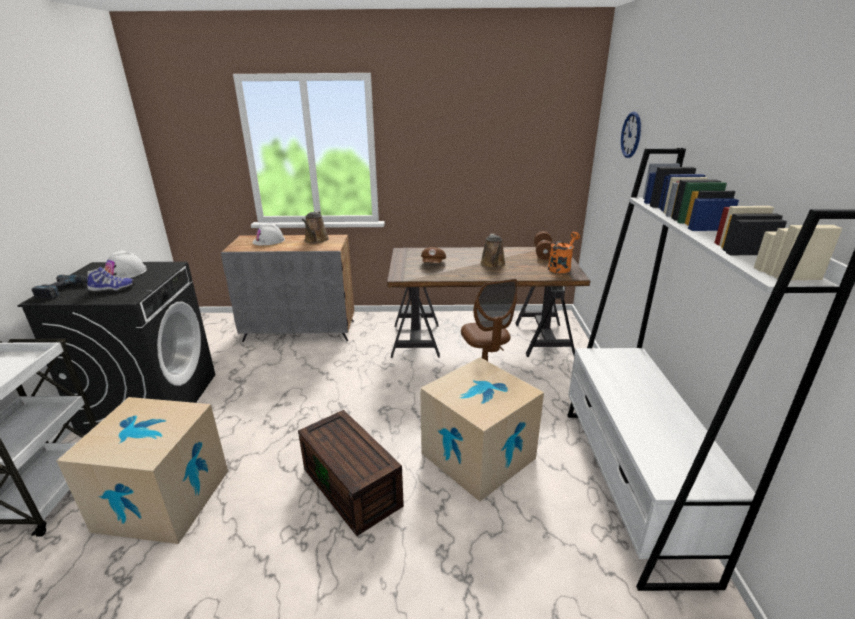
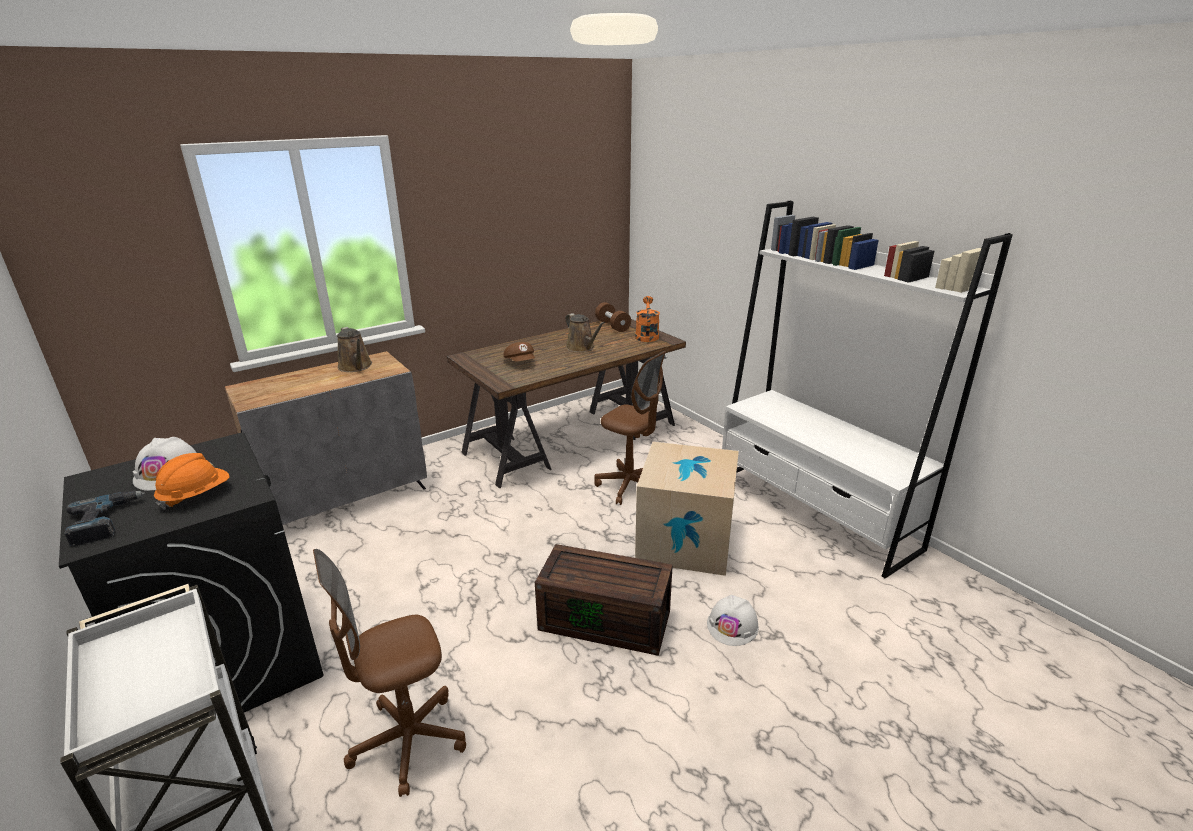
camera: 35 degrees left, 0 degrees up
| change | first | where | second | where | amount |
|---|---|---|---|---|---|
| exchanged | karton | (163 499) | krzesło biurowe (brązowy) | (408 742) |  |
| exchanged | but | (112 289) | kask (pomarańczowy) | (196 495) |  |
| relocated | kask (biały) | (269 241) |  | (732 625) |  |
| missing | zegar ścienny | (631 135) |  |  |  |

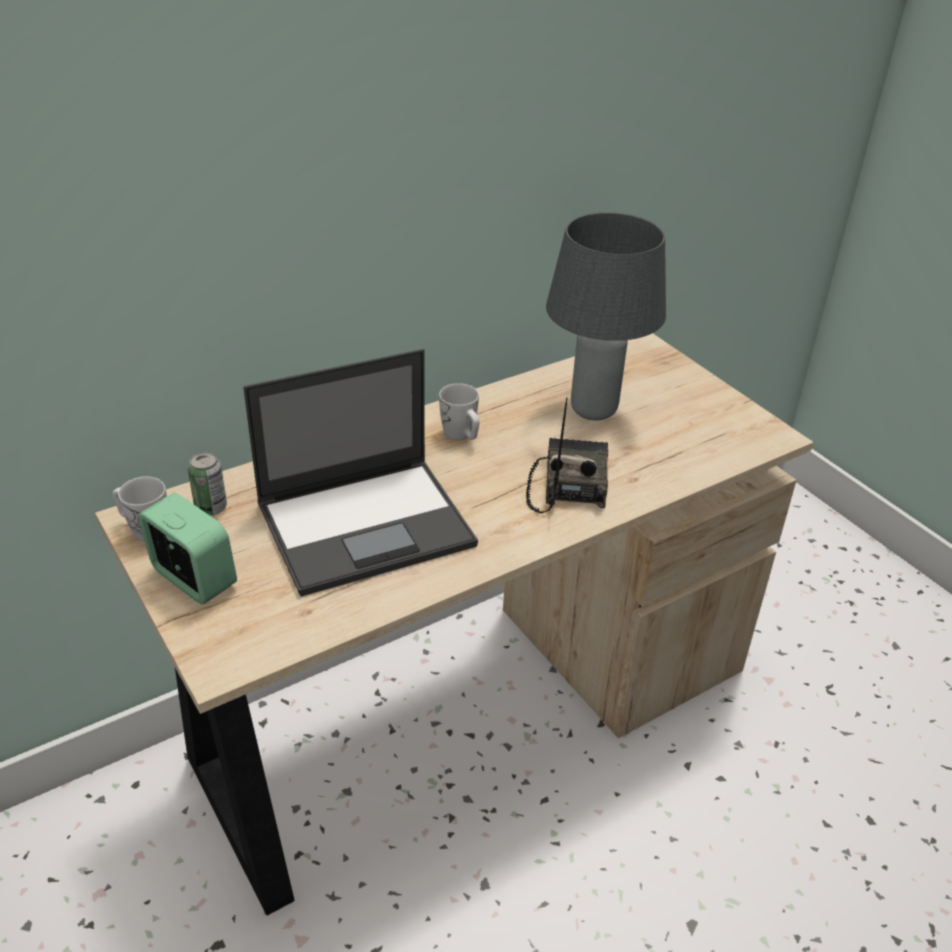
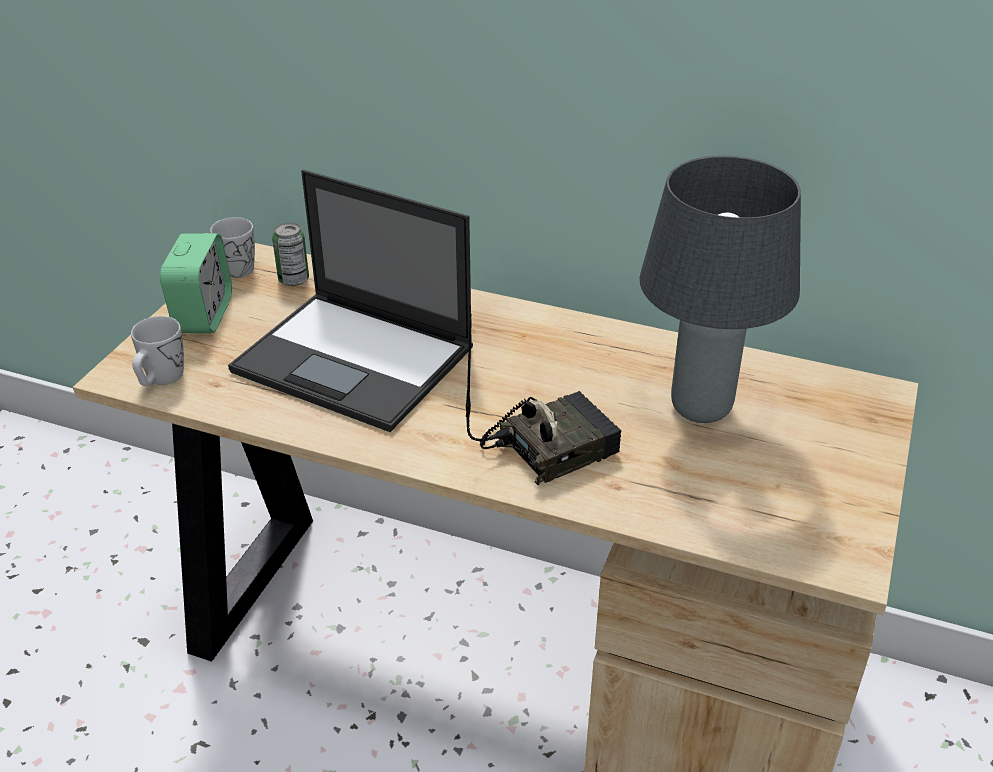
camera: 55 degrees right, 0 degrees up
| change | first | where | second | where | amount |
|---|---|---|---|---|---|
| relocated | kubek (biały) | (461 436) |  | (161 379) |  |

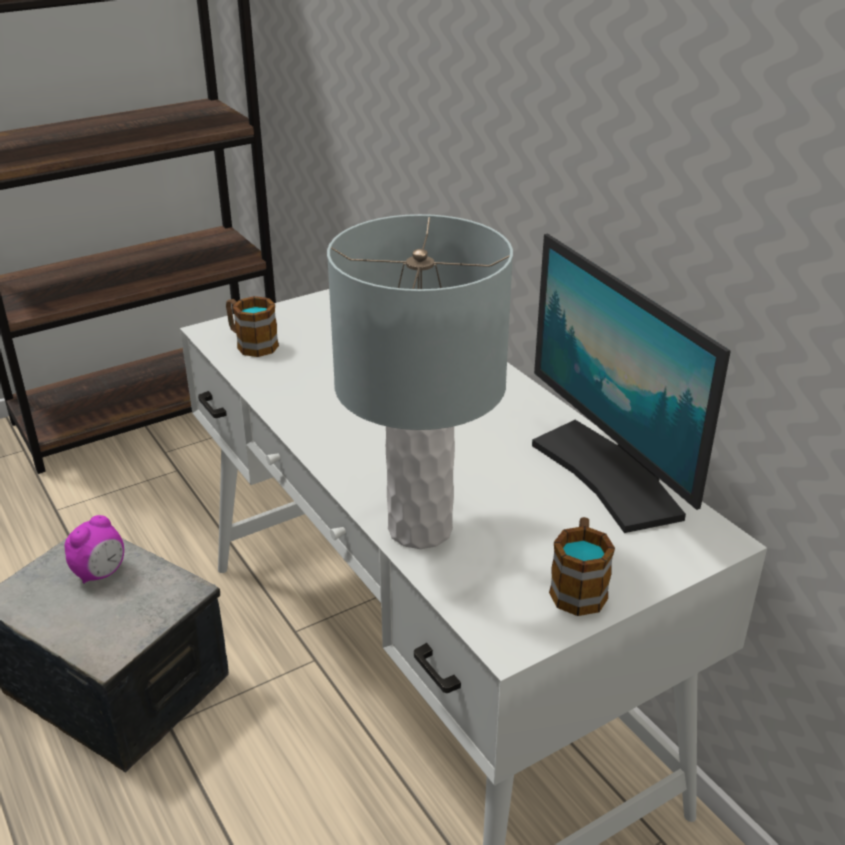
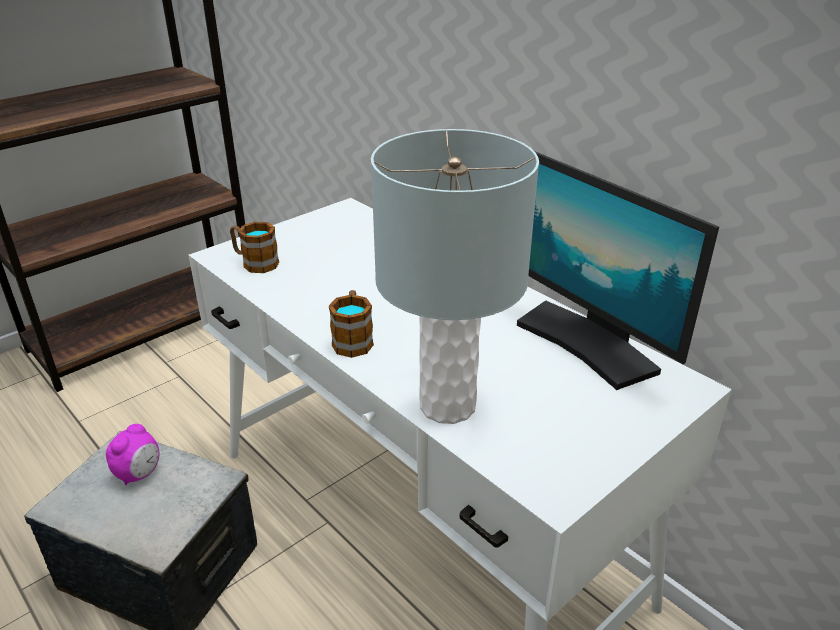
camera: 10 degrees left, 0 degrees up
| change | first | where | second | where | amount |
|---|---|---|---|---|---|
| relocated | kubek | (578 586) |  | (353 339) |  |

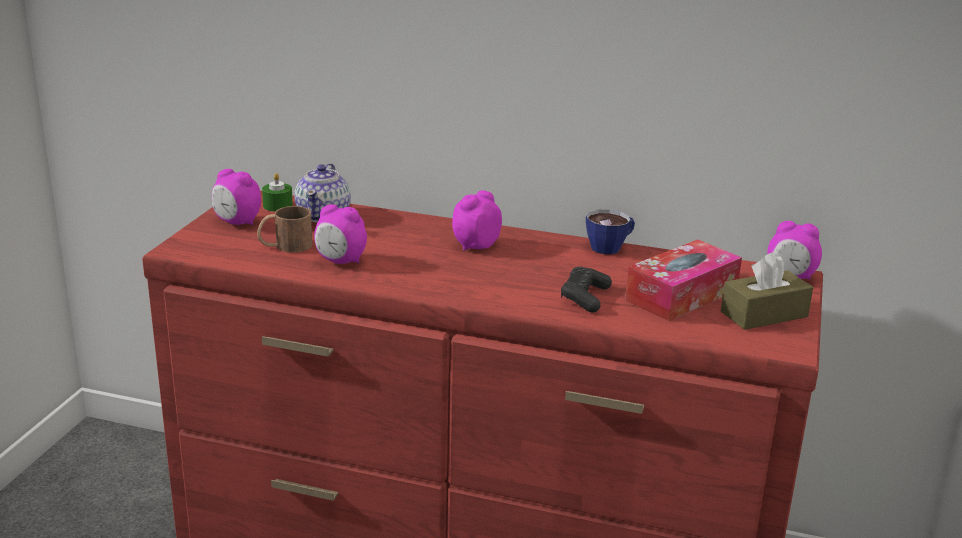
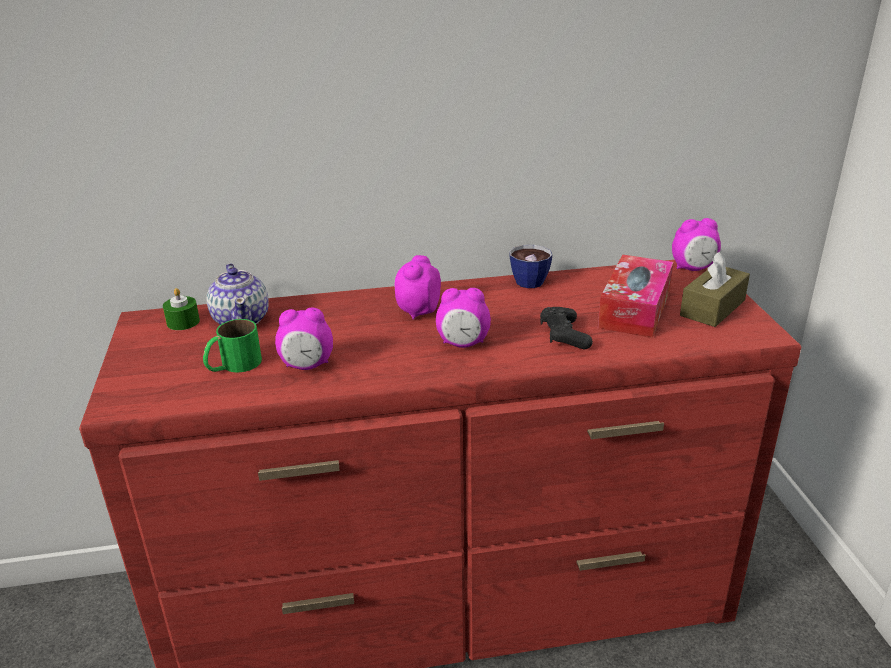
camera: 25 degrees left, 5 degrees up
| change | first | where | second | where | amount |
|---|---|---|---|---|---|
| relocated | budzik | (237 222) |  | (463 344) |  |
| colour | kubek (brązowy) | (285 246) | kubek (zielony) | (233 365) |  |

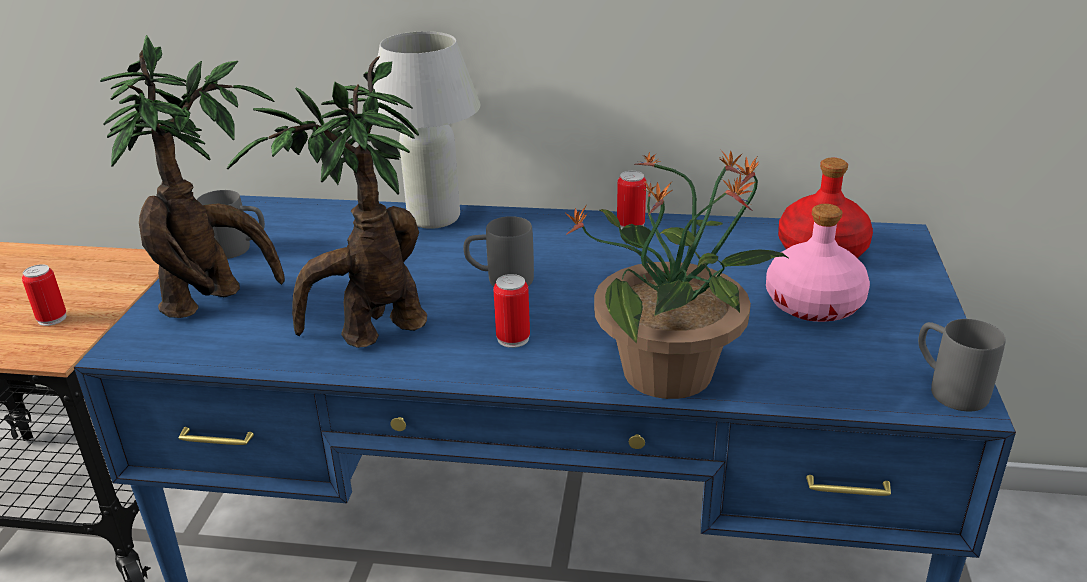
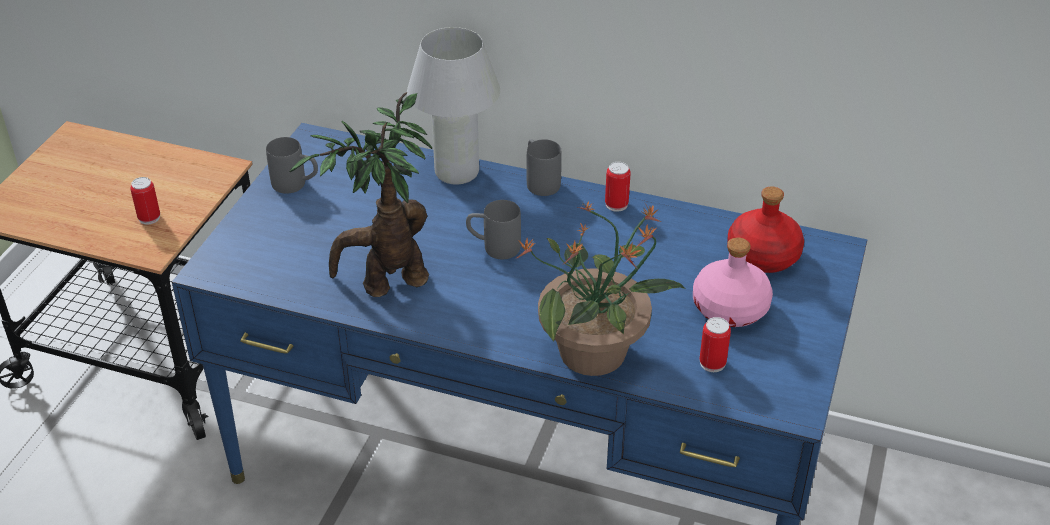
camera: 10 degrees right, 10 degrees up
| change | first | where | second | where | amount |
|---|---|---|---|---|---|
| missing | roślina doniczkowa | (214 299) |  |  |  |
| relocated | puszka | (513 338) |  | (712 363) |  |
| relocated | kubek (szary) | (947 388) |  | (540 181) |  |

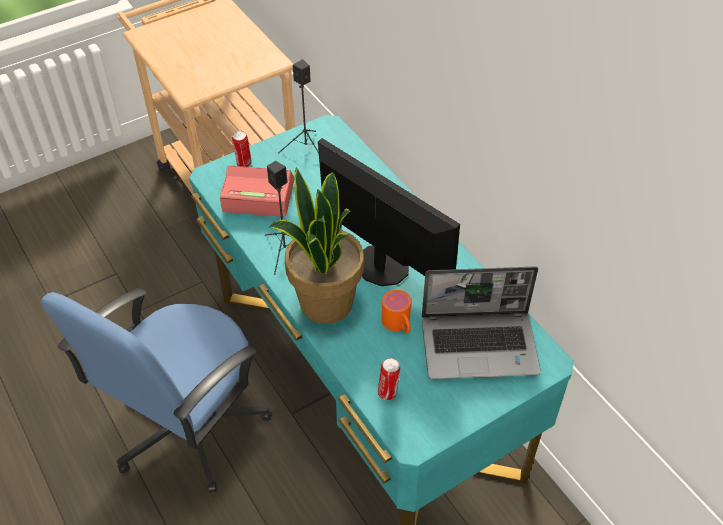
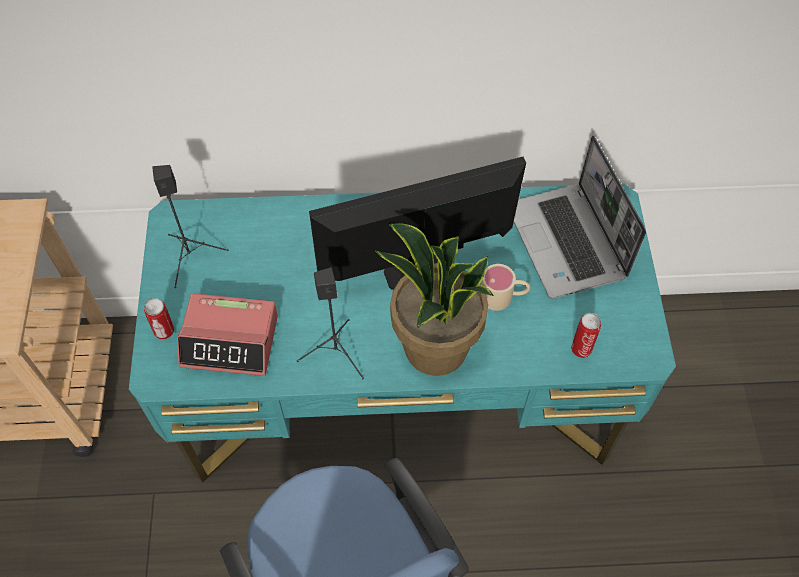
camera: 60 degrees left, 10 degrees up
| change | first | where | second | where | amount |
|---|---|---|---|---|---|
| spun | budzik | (258 196) |  | (230 341) | 120 degrees counterclockwise |
| colour | kubek (pomarańczowy) | (398 324) | kubek (beżowy) | (503 296) |  |
| spun | laptop | (480 345) |  | (568 243) | 135 degrees clockwise |

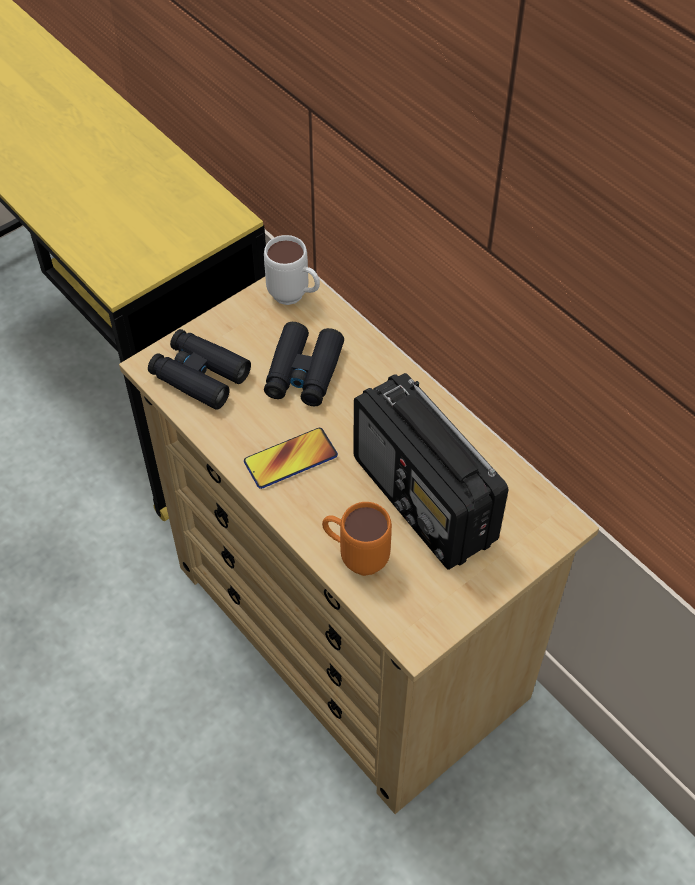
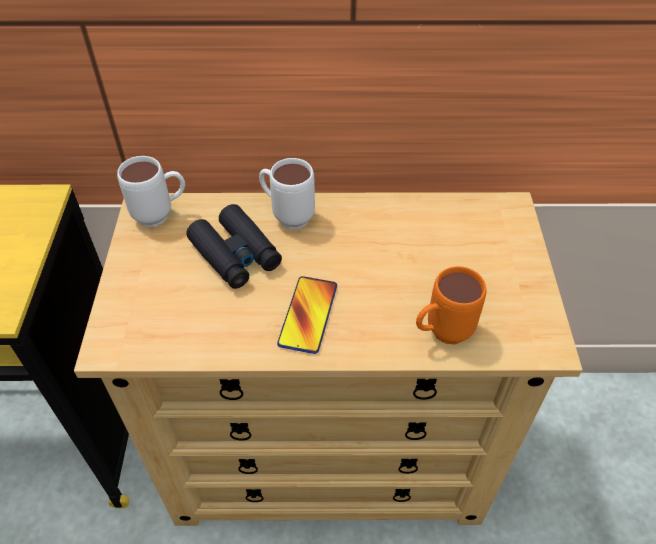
camera: 50 degrees left, 5 degrees down
| change | first | where | second | where | amount |
|---|---|---|---|---|---|
| missing | lornetka (czarny) | (199 375) |  |  |  |
| missing | radio | (424 501) |  |  |  |
| appeared |  |  | kubek (biały) | (287 216) |  |

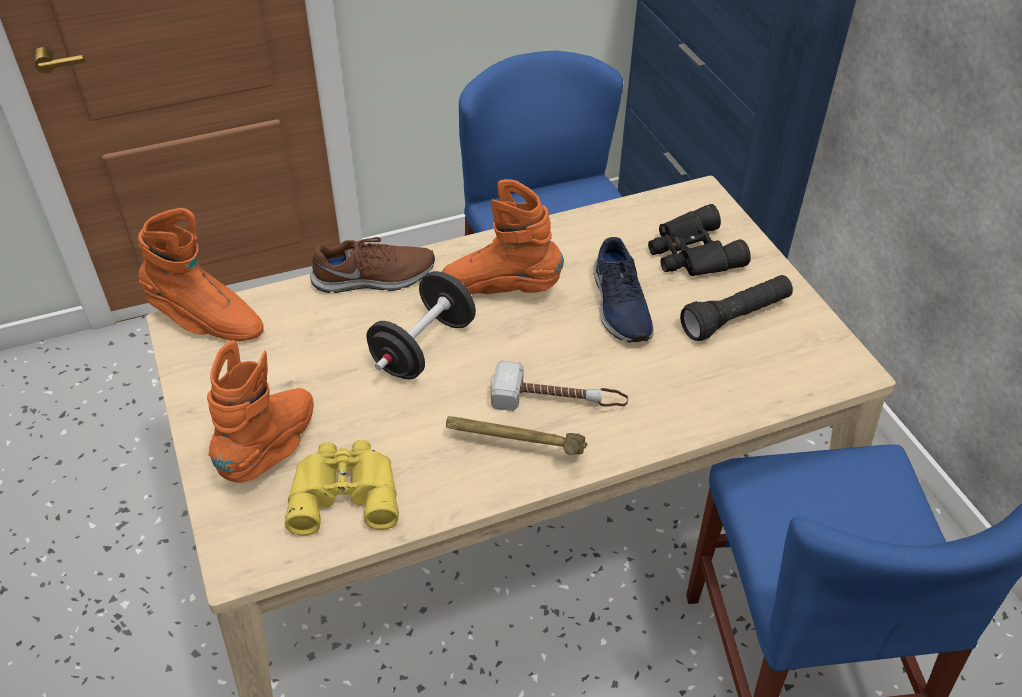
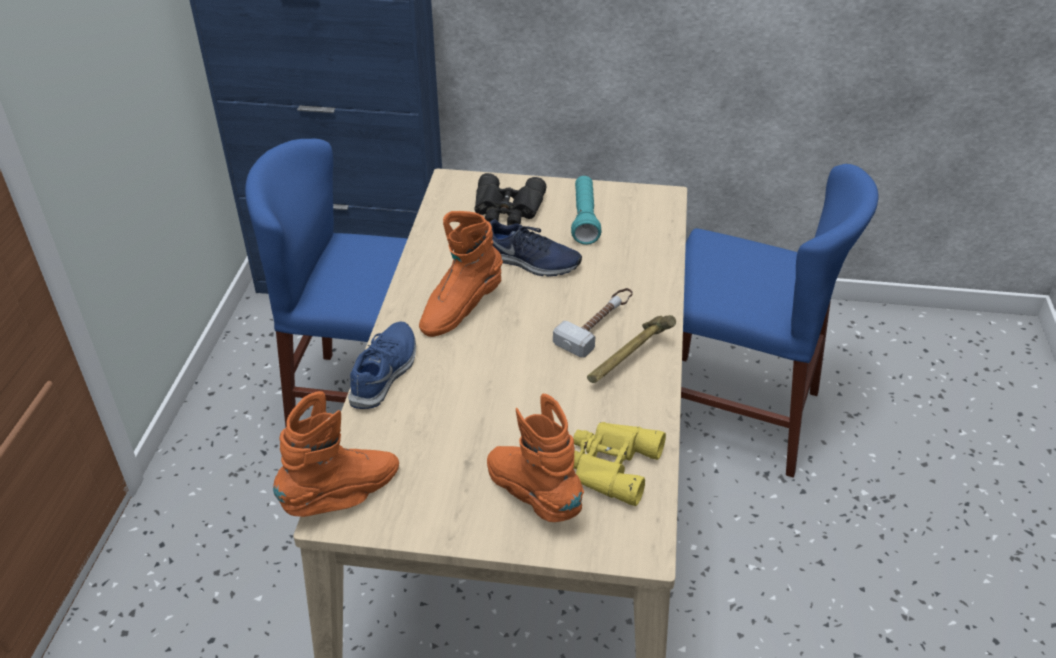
camera: 60 degrees left, 5 degrees down
| change | first | where | second | where | amount |
|---|---|---|---|---|---|
| colour | but (brązowy) | (374 278) | but (niebieski) | (385 372) |  |
| missing | hantel (czarny) | (423 347) |  |  |  |
| colour | latarka (czarny) | (735 318) | latarka (turkusowy) | (584 219) |  |

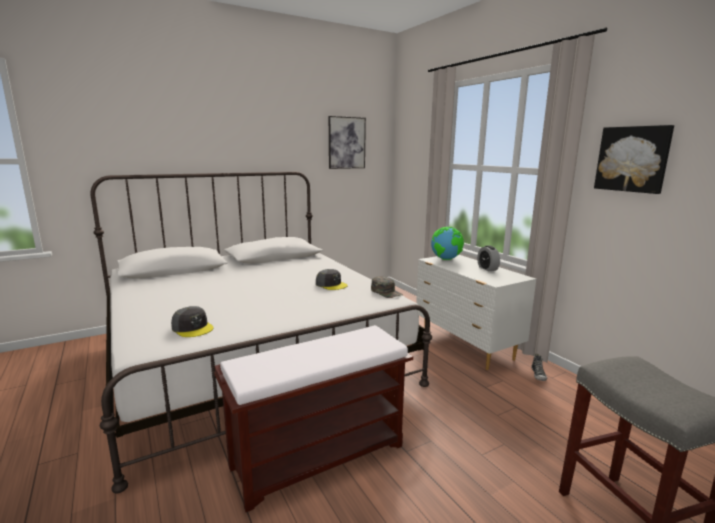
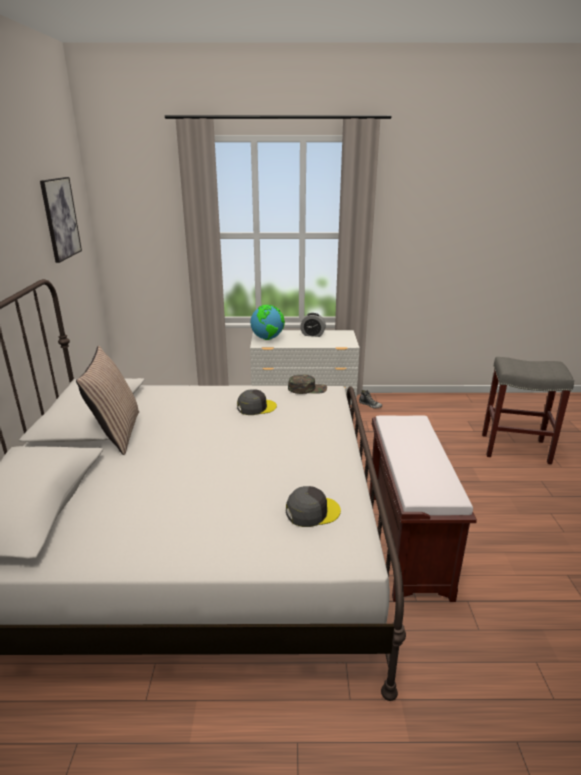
camera: 60 degrees left, 10 degrees up
| change | first | where | second | where | amount |
|---|---|---|---|---|---|
| missing | obraz | (632 159) |  |  |  |
| appeared |  |  | poduszka | (116 433) |  |

